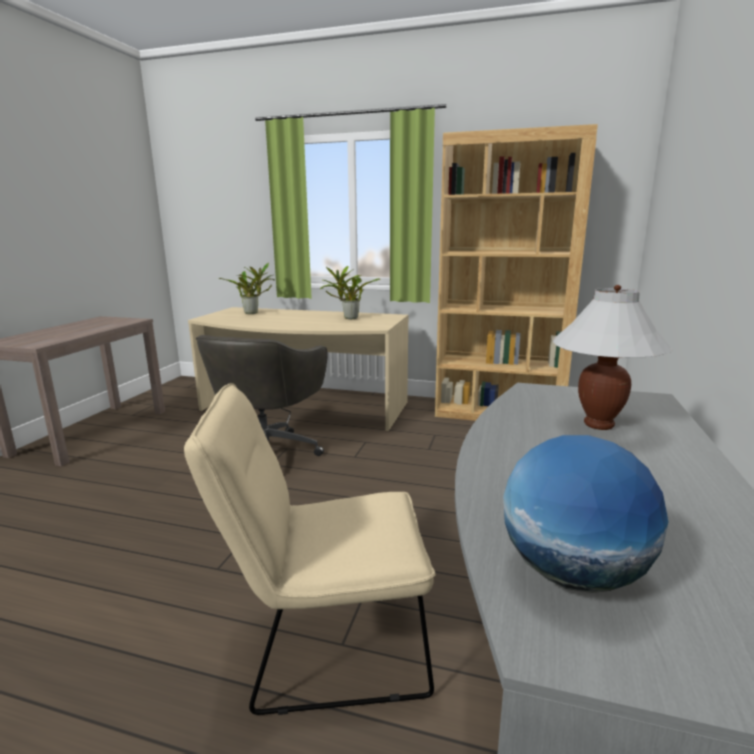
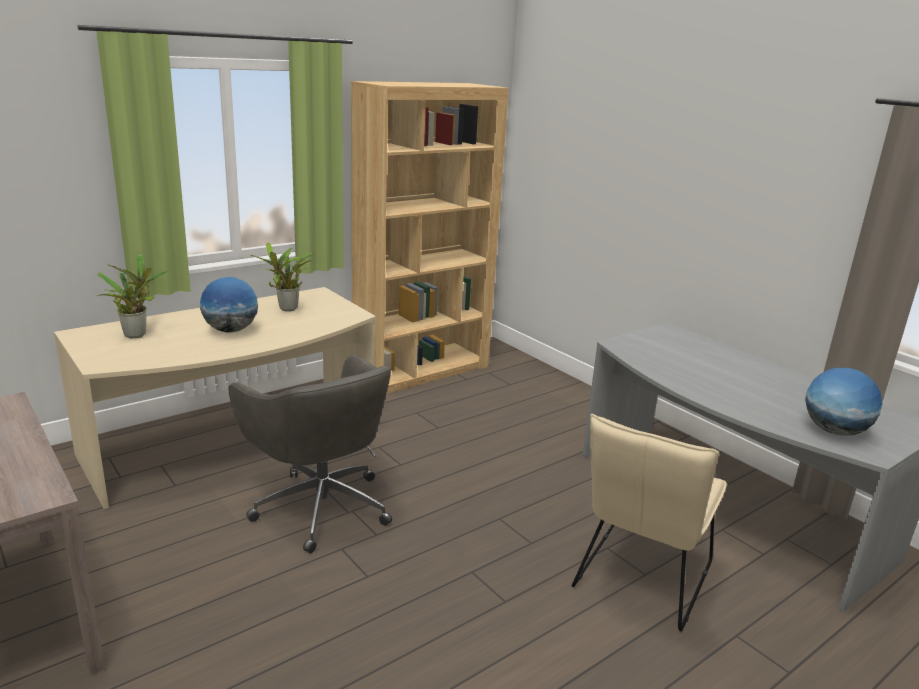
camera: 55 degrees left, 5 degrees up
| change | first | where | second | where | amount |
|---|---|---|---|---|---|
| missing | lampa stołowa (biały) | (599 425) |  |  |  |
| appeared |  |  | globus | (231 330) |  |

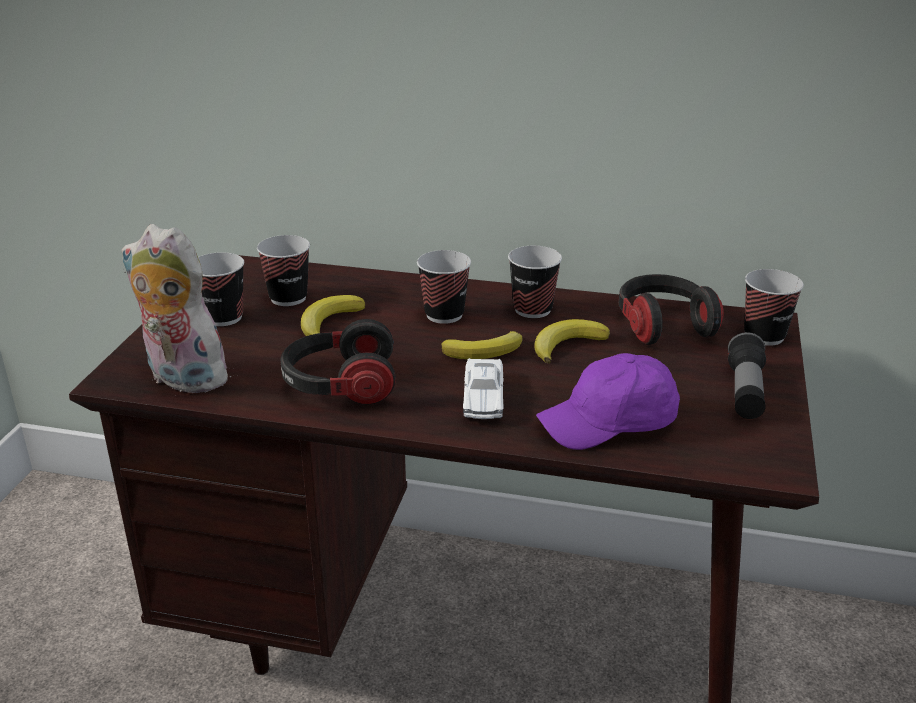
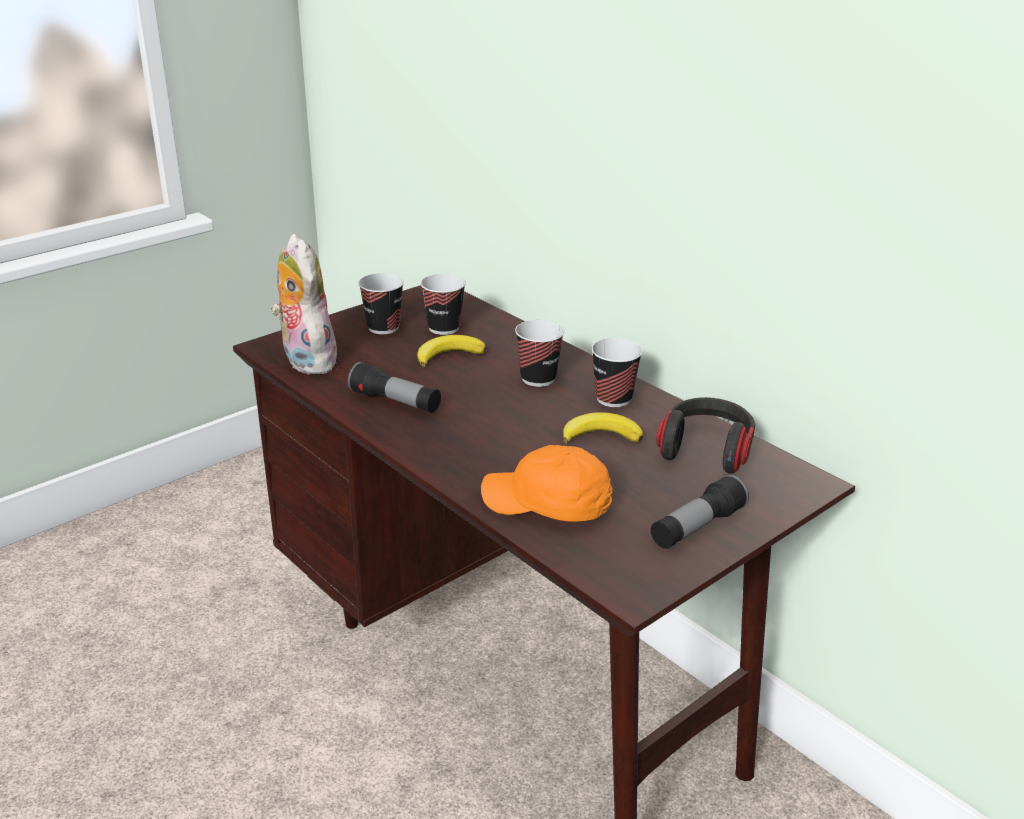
camera: 35 degrees right, 0 degrees up
| change | first | where | second | where | amount |
|---|---|---|---|---|---|
| exchanged | słuchawki | (339 385) | latarka | (395 402) |  |
| missing | banan | (486 351) |  |  |  |
| missing | samochodzik (biały) | (483 399) |  |  |  |
| colour | czapka z daszkiem (fioletowy) | (610 423) | czapka z daszkiem (pomarańczowy) | (547 505) |  |
| missing | filiżanka | (764 336) |  |  |  |

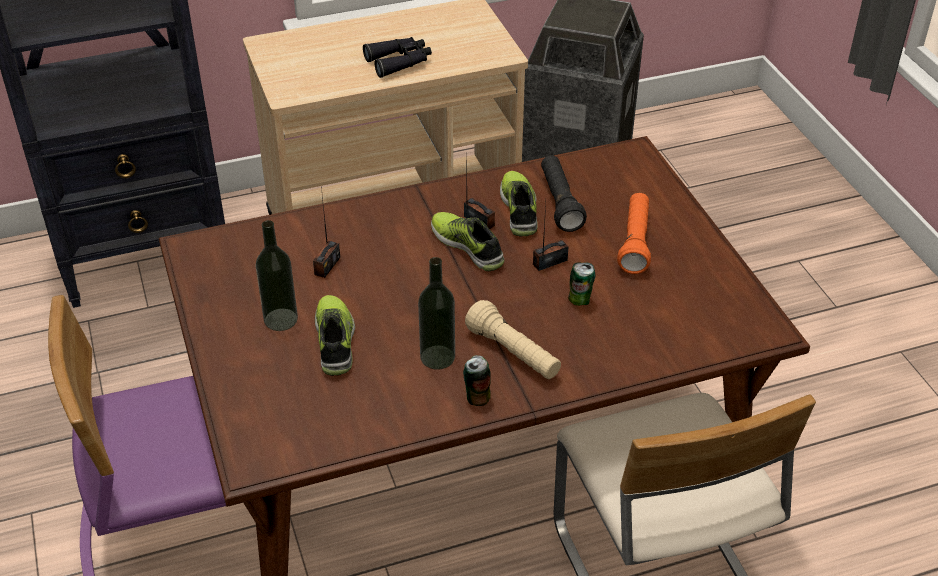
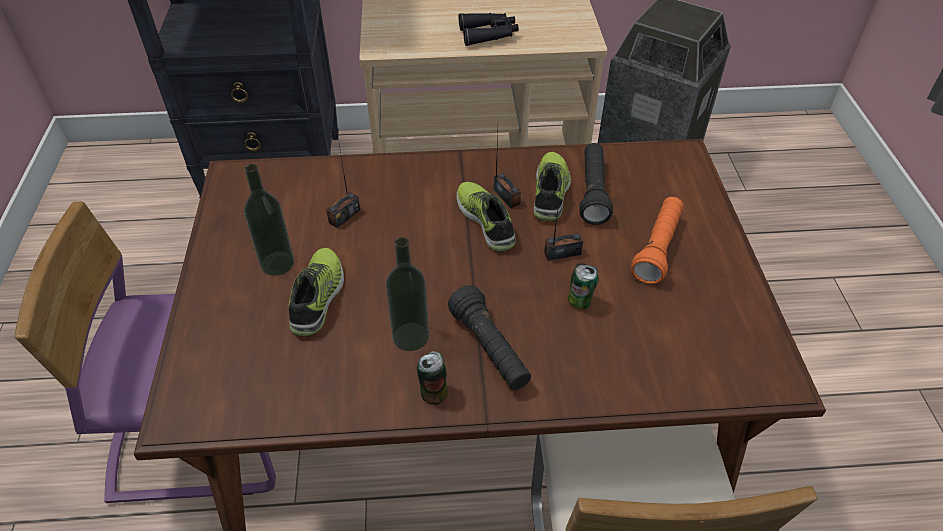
camera: 15 degrees right, 5 degrees up
| change | first | where | second | where | amount |
|---|---|---|---|---|---|
| colour | latarka (beżowy) | (513 353) | latarka (czarny) | (490 349) |  |

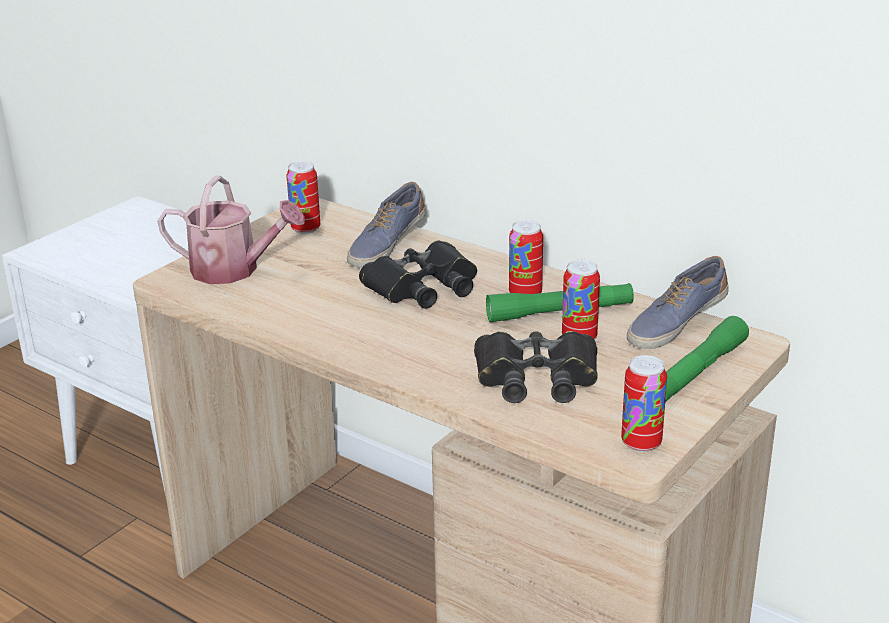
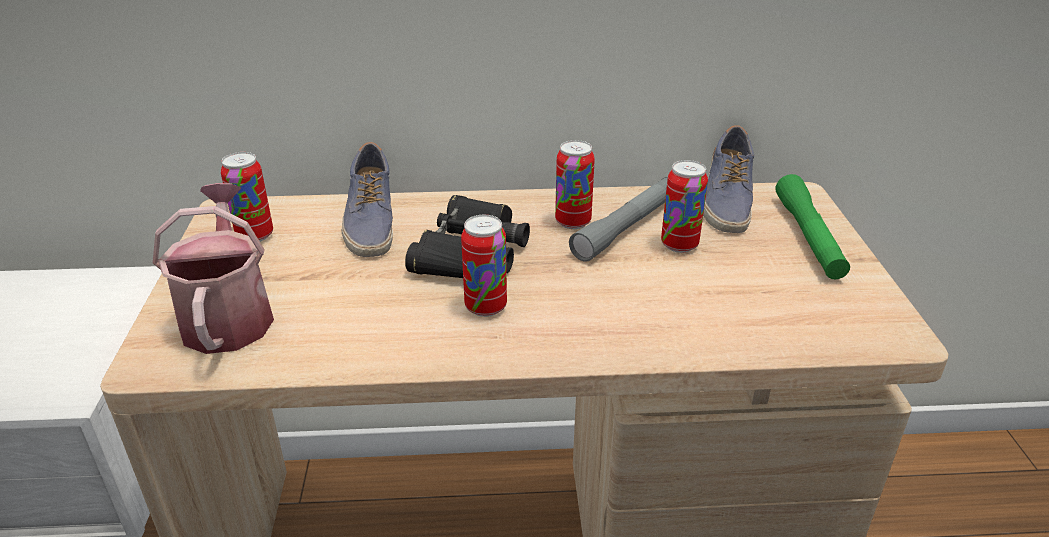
camera: 40 degrees left, 5 degrees up
| change | first | where | second | where | amount |
|---|---|---|---|---|---|
| spun | konewka | (234 270) |  | (228 315) | 75 degrees counterclockwise |
| missing | lornetka (czarny) | (536 377) |  |  |  |
| colour | latarka (zielony) | (559 312) | latarka (szary) | (627 227) |  |
| relocated | puszka | (641 443) |  | (485 307) |  |

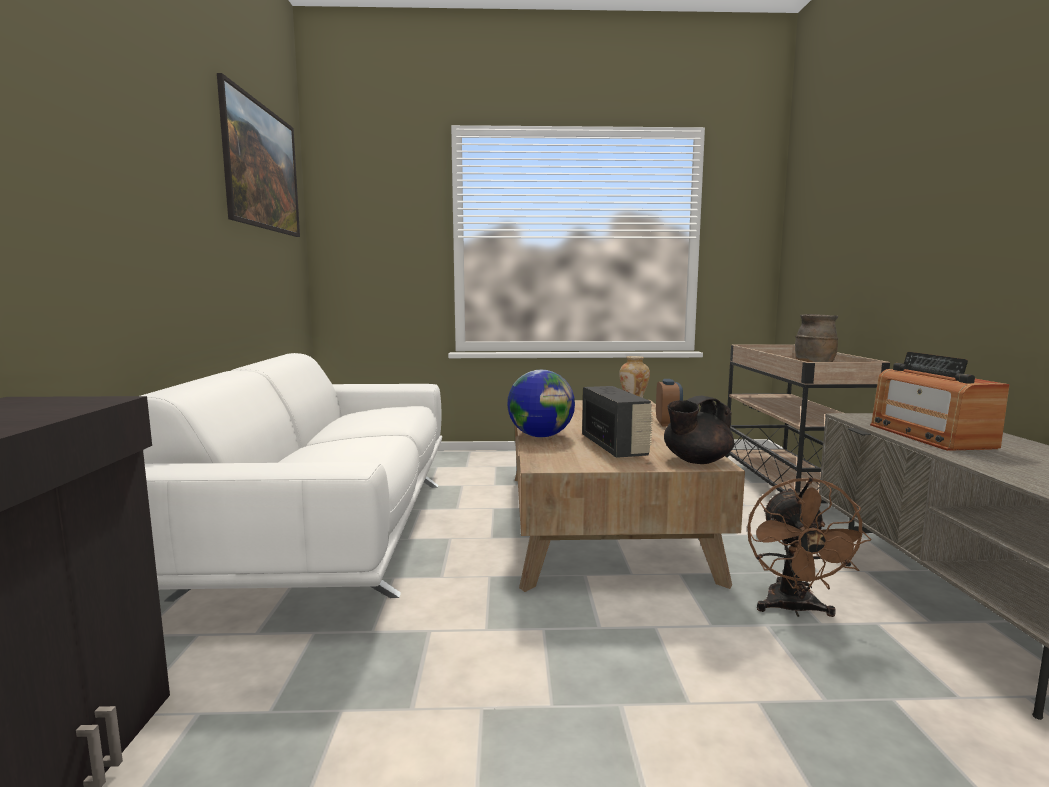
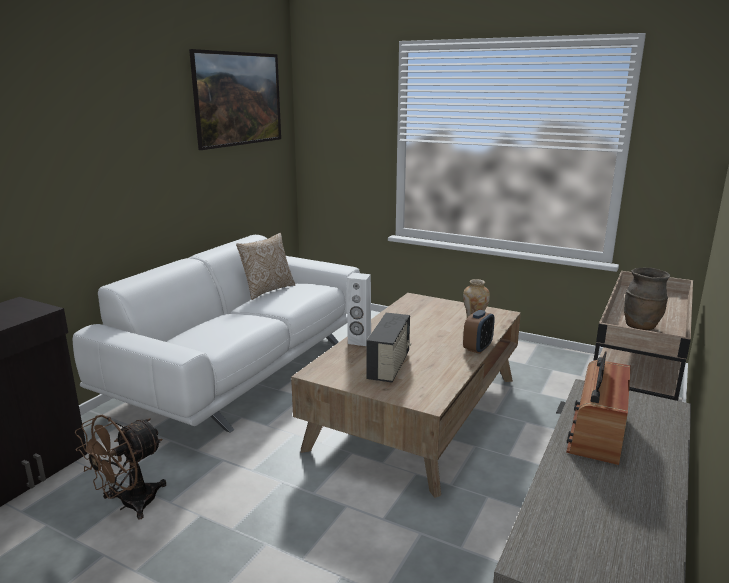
camera: 30 degrees right, 10 degrees up
| change | first | where | second | where | amount |
|---|---|---|---|---|---|
| exchanged | globus | (541 436) | głośnik (biały) | (359 341) |  |
| missing | imbryk (czarny) | (696 461) |  |  |  |
| relocated | wentylator (brązowy) | (794 609) |  | (130 504) |  |
| appeared |  |  | poduszka | (267 290) |  |

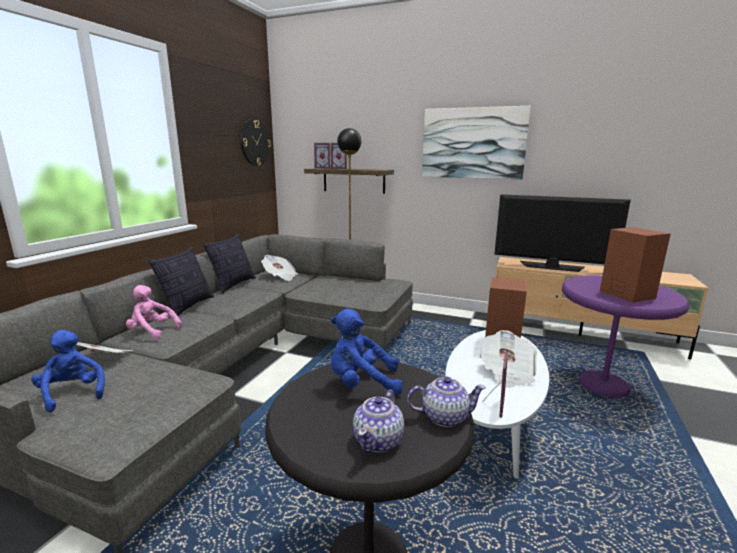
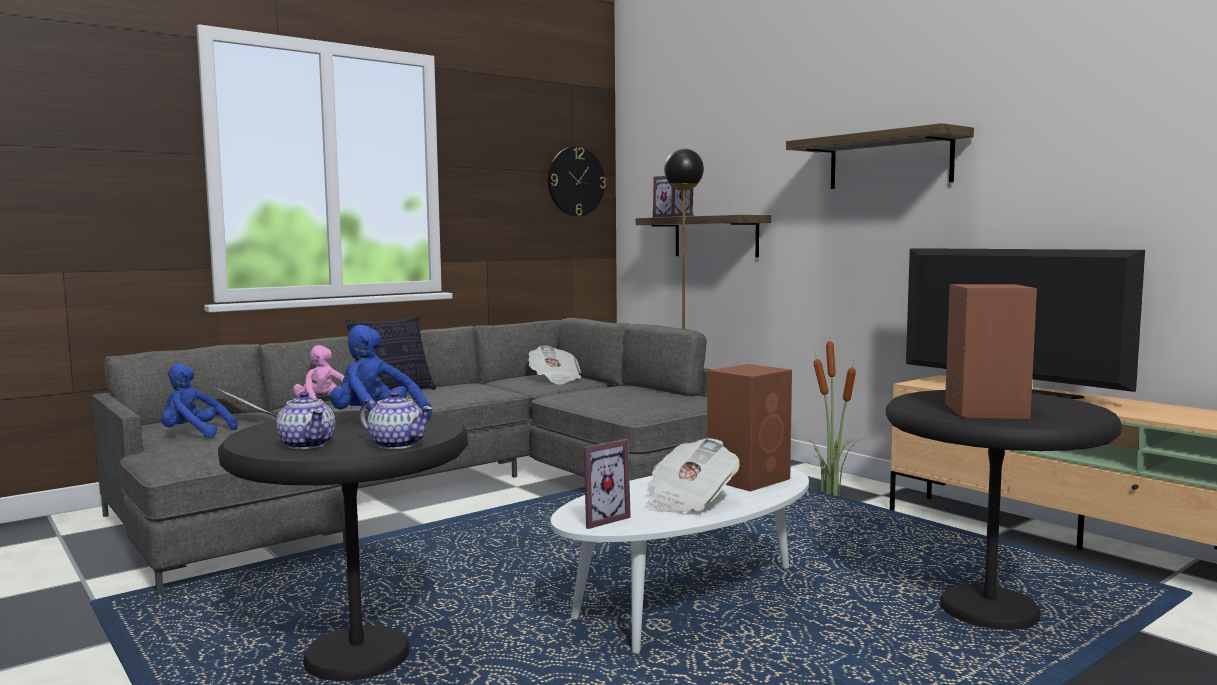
camera: 30 degrees right, 10 degrees down
| change | first | where | second | where | amount |
|---|---|---|---|---|---|
| spun | pluszak (niebieski) | (73 393) |  | (193 434) | 75 degrees counterclockwise |
| missing | poduszka | (233 285) |  |  |  |
| spun | imbryk | (379 440) |  | (307 444) | 90 degrees counterclockwise |
| exchanged | obraz | (473 143) | półka | (889 161) |  |
| colour | stolik (fioletowy) | (603 385) | stolik (czarny) | (989 611) |  |
| appeared |  |  | roślina doniczkowa | (832 493) |  |

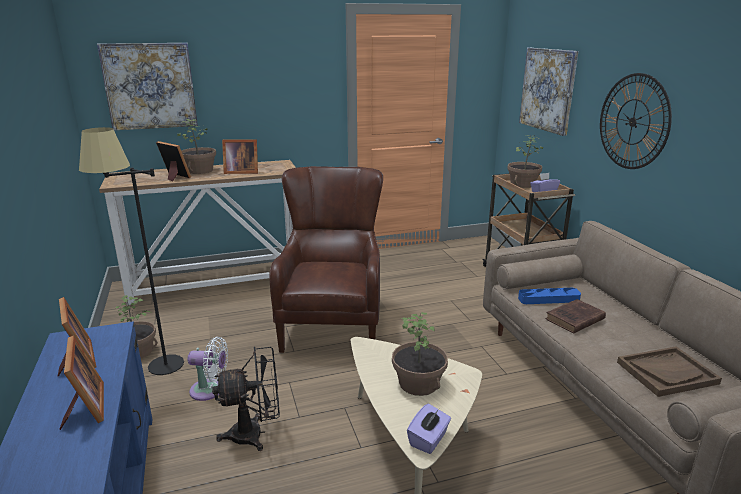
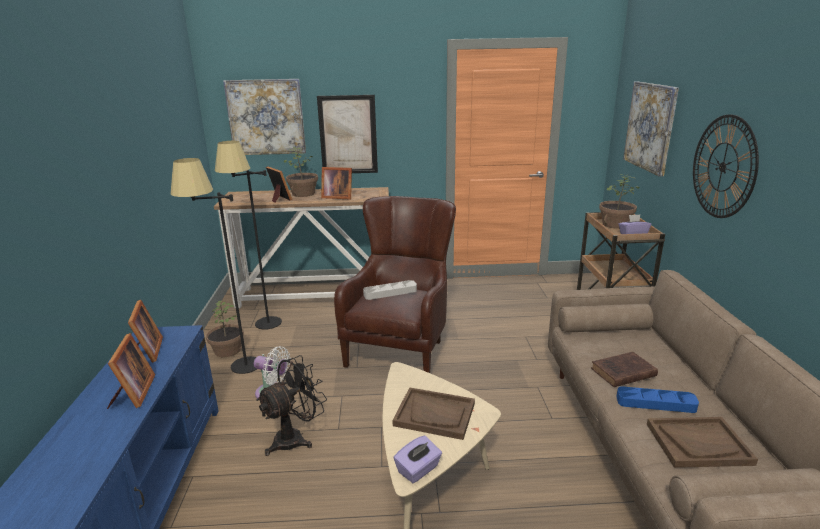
camera: 15 degrees right, 0 degrees up
| change | first | where | second | where | amount |
|---|---|---|---|---|---|
| spun | wentylator (czarny) | (255 434) |  | (295 438) | 45 degrees counterclockwise |
| exchanged | roślina doniczkowa | (419 383) | taca (brązowy) | (435 414) |  |
| relocated | taca (niebieski) | (548 299) |  | (655 403) |  |
| appeared |  |  | lampa stojąca (czarny) | (263 328) |  |
| appeared |  |  | obraz | (348 135) |  |
| appeared |  |  | taca (szary) | (390 293) |  |

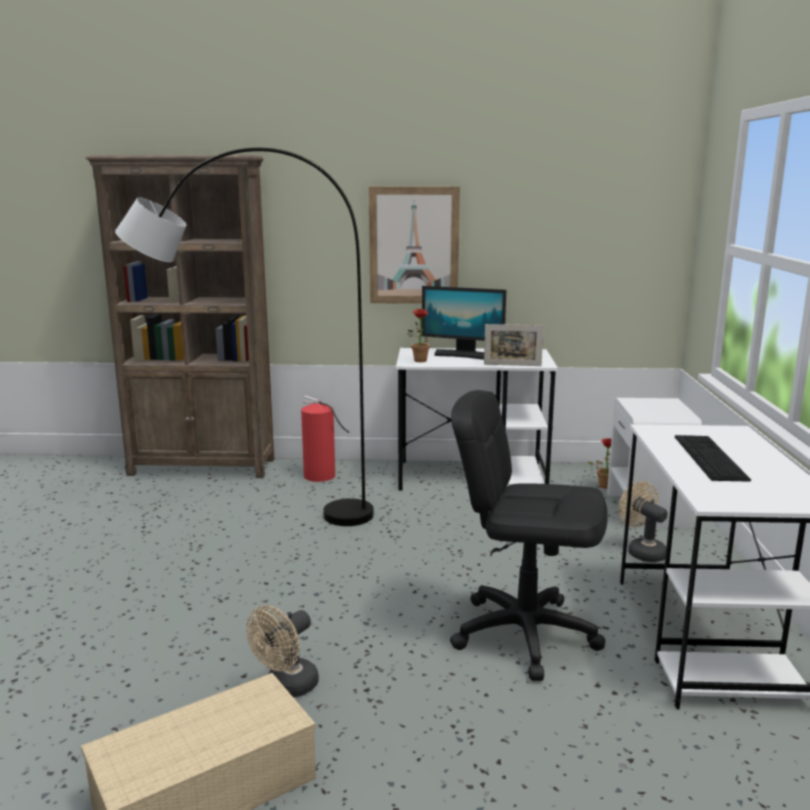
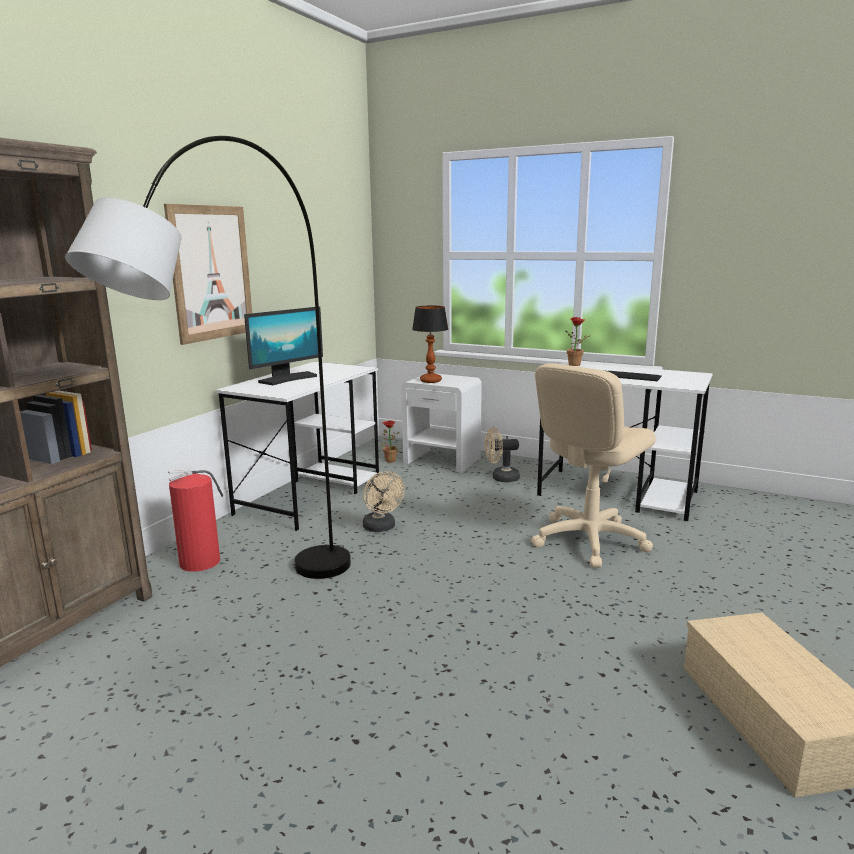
camera: 65 degrees left, 0 degrees up
| change | first | where | second | where | amount |
|---|---|---|---|---|---|
| relocated | wentylator (beżowy) | (287 687) |  | (381 528) |  |
| relocated | roślina doniczkowa | (419 361) |  | (576 365) |  |
| colour | krzesło biurowe (czarny) | (524 634) | krzesło biurowe (beżowy) | (588 540) |  |
| missing | ramka na zdjęcie | (512 365) |  |  |  |
| appeared |  |  | lampa stołowa | (430 381) |  |

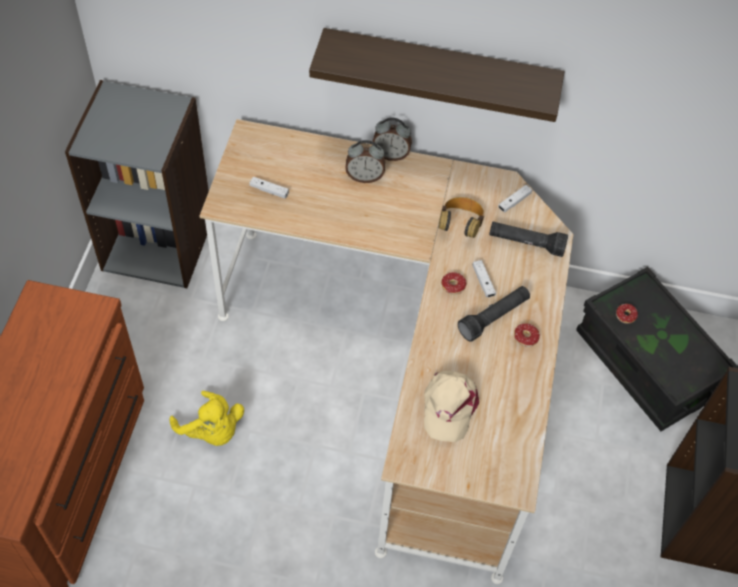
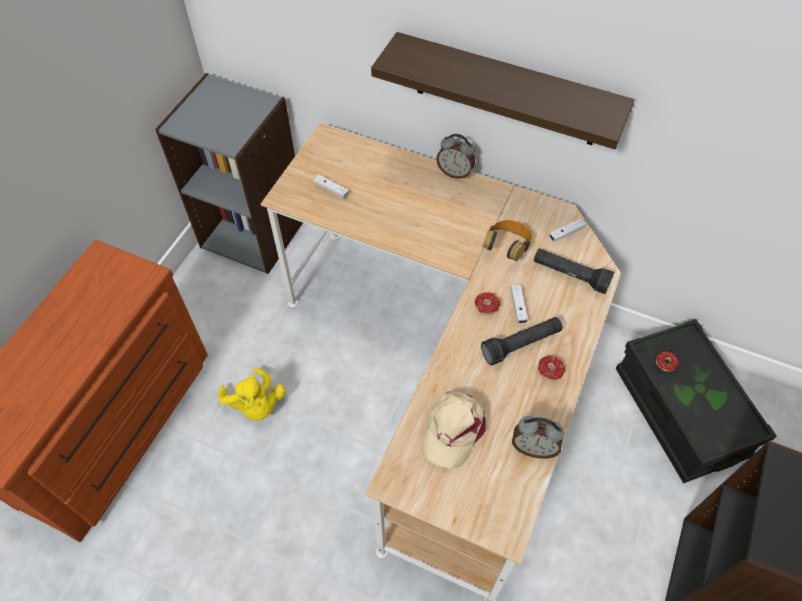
camera: 15 degrees right, 0 degrees up
| change | first | where | second | where | amount |
|---|---|---|---|---|---|
| relocated | budzik | (364 177) |  | (533 448) |  |

